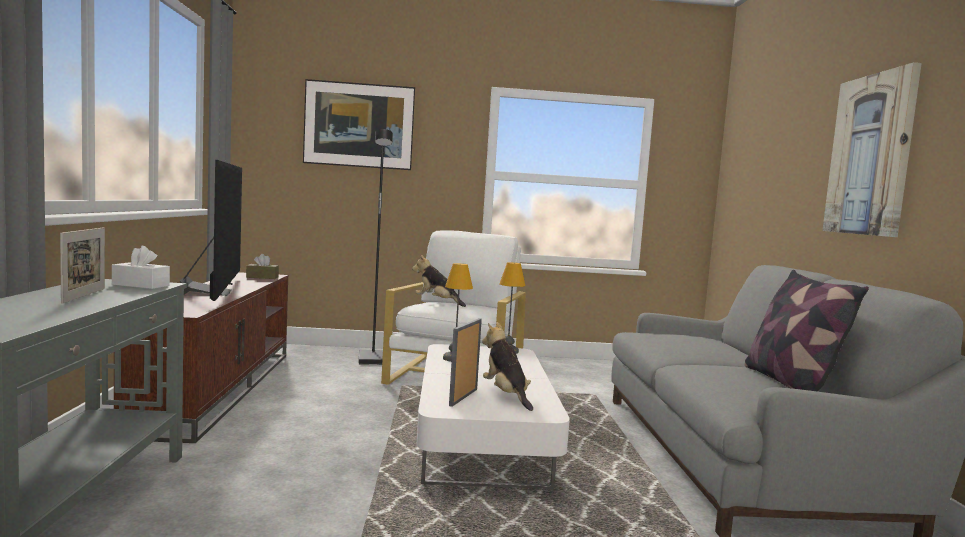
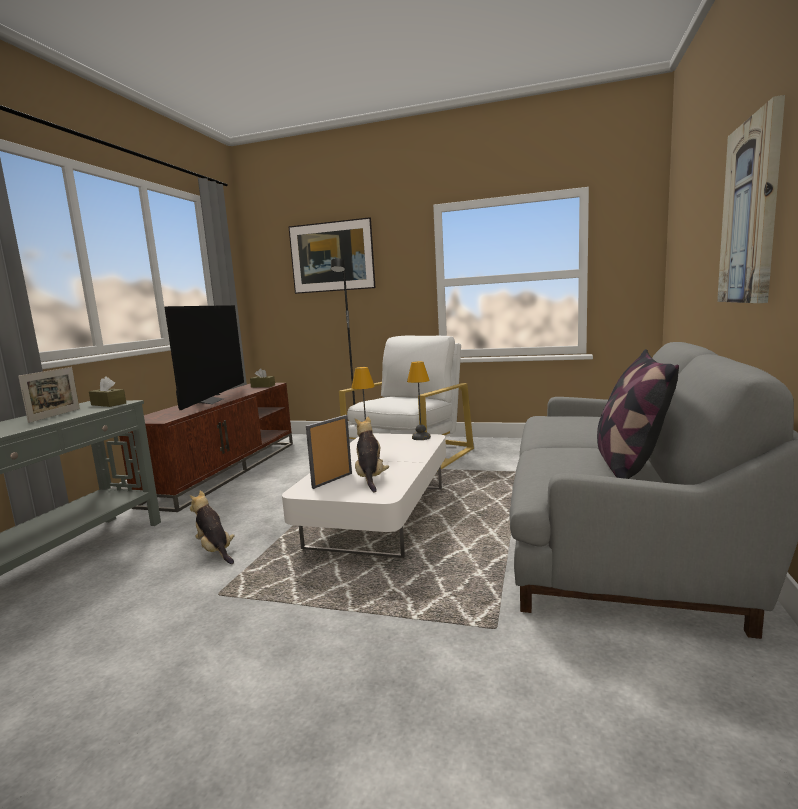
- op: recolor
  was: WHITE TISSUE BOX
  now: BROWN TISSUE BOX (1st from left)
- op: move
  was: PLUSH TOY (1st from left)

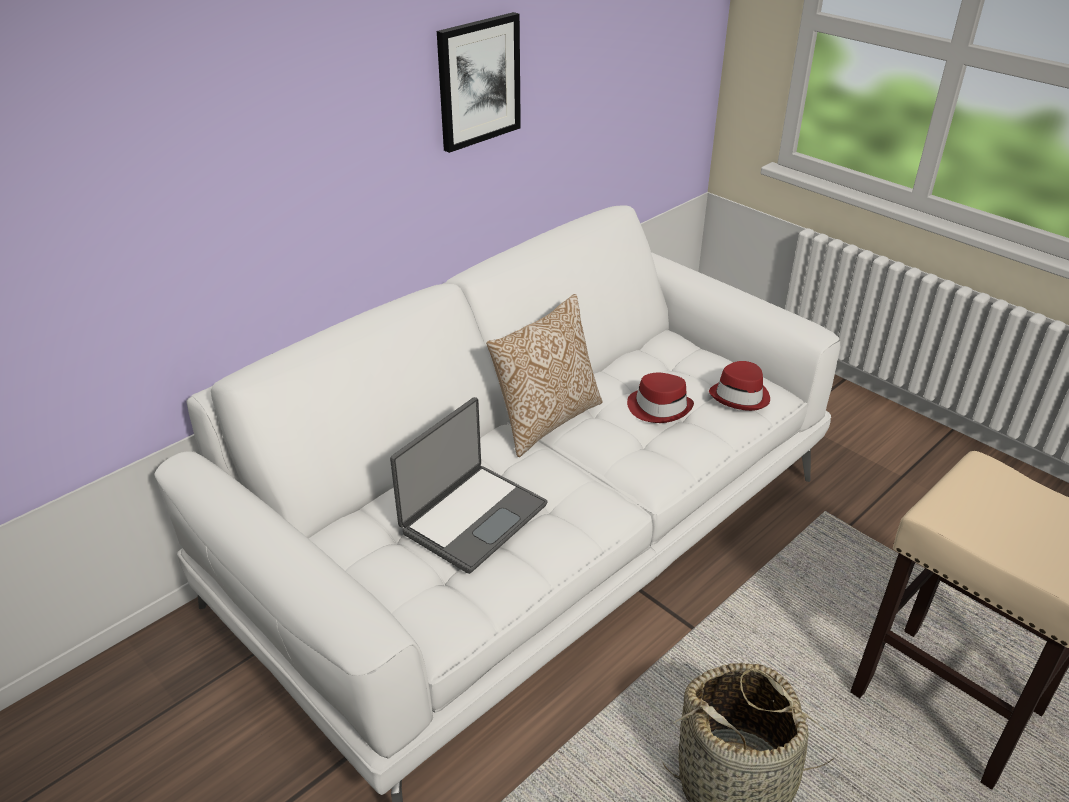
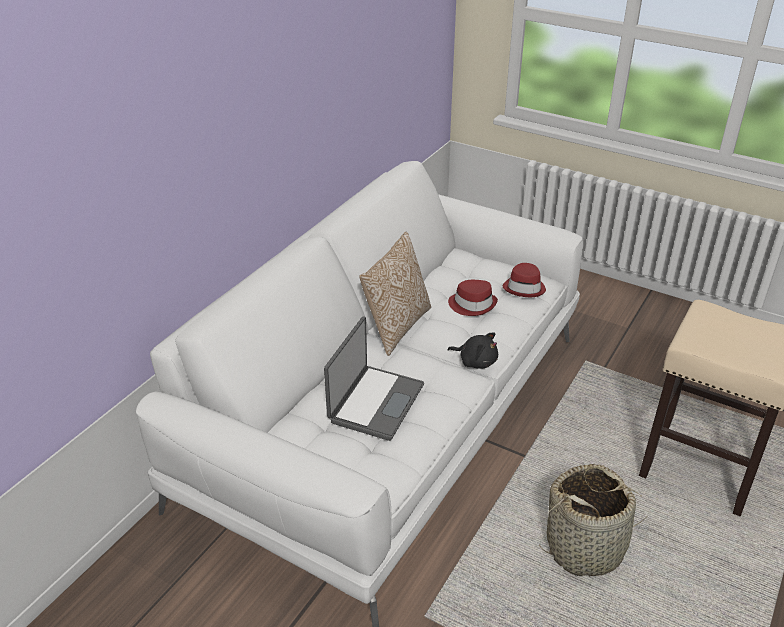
- op: delete
  was: PICTURE
- op: insert
  now: BLACK PLUSH TOY

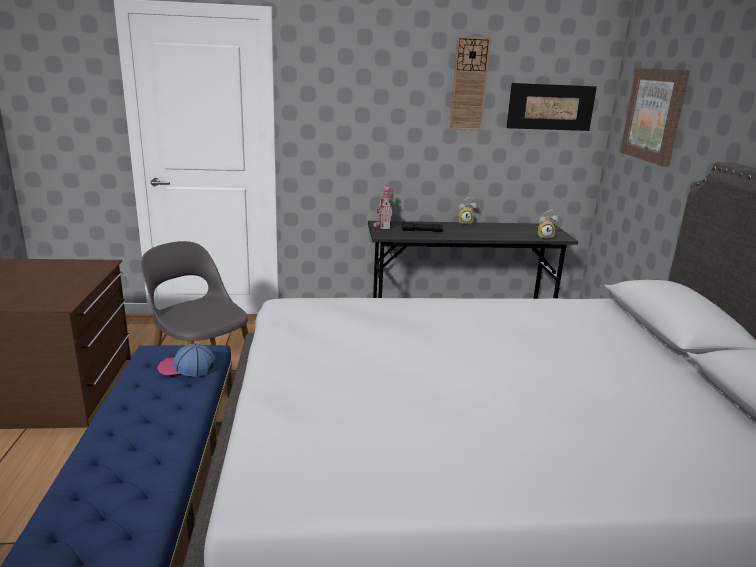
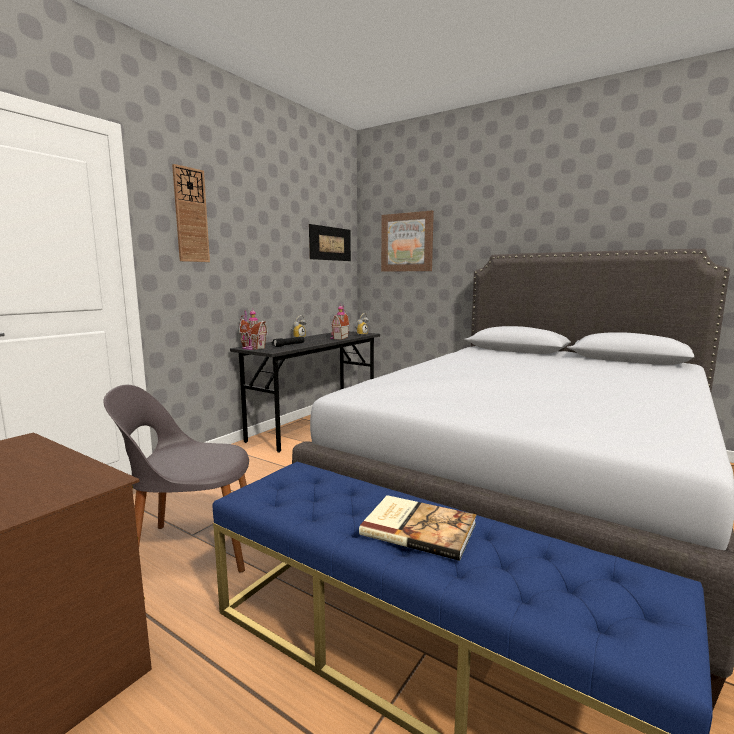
- op: delete
  was: CAP
- op: move
  was: WALL CLOCK
- op: insert
  now: TOY HOUSE (2nd from left)
- op: insert
  now: BOOK

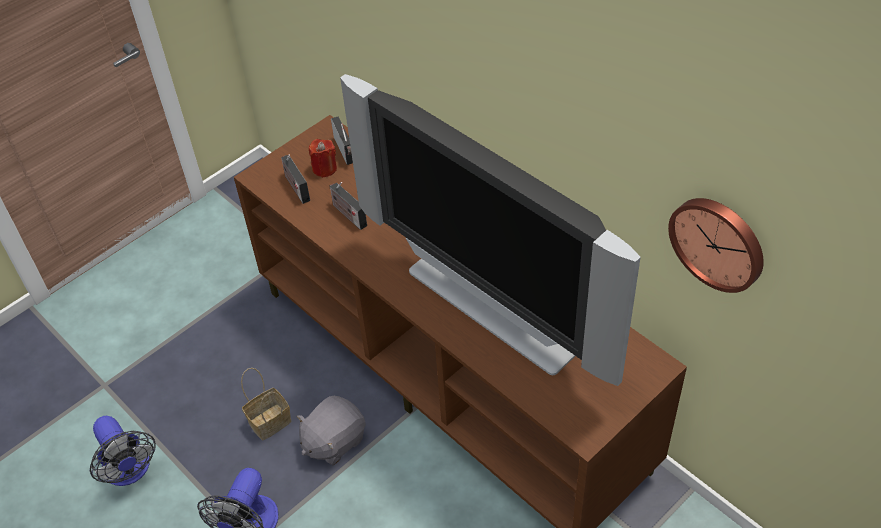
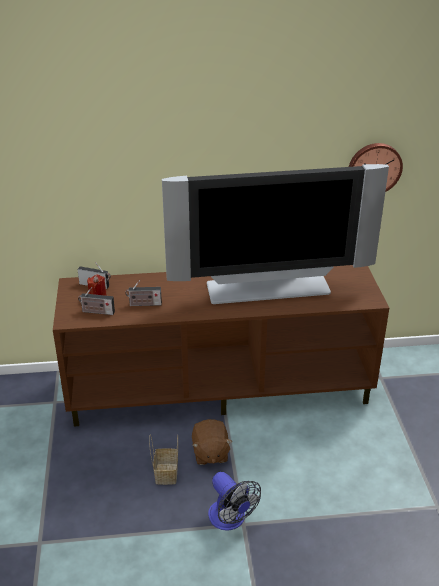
- op: delete
  was: FAN (1st from left)
- op: recolor
  was: GREY PLUSH TOY
  now: BROWN PLUSH TOY

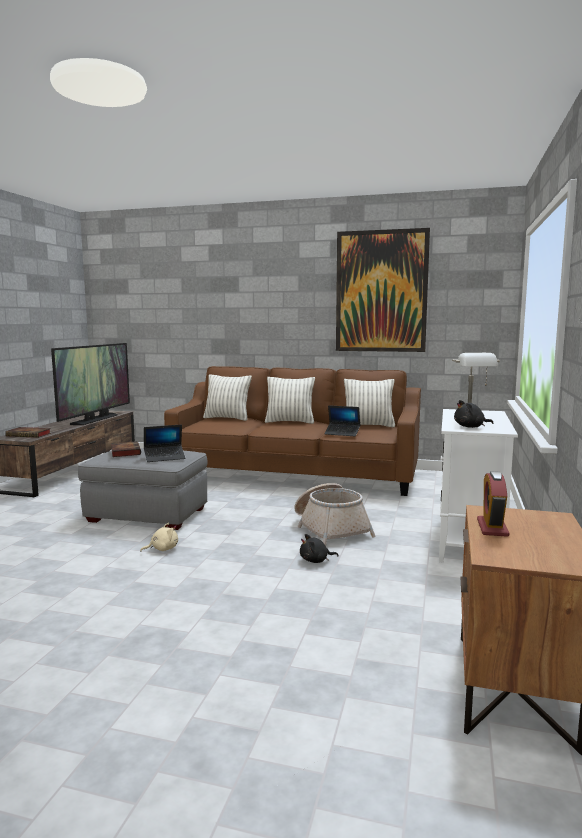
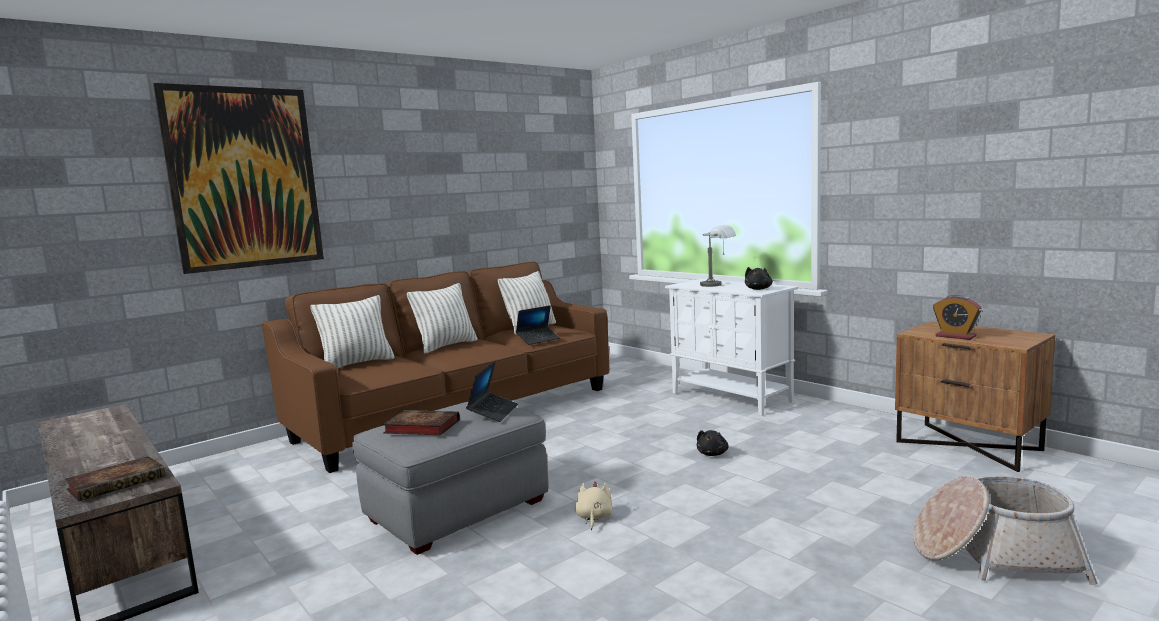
- op: delete
  was: TELEVISION
- op: move
  was: BASKET
- op: move
  was: PICTURE

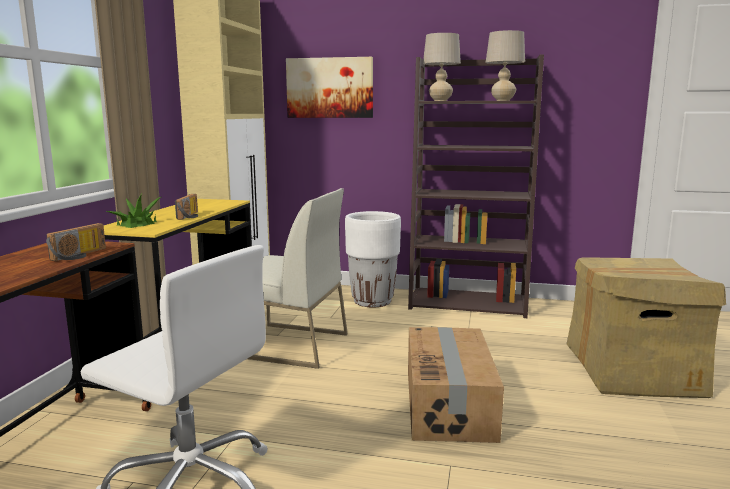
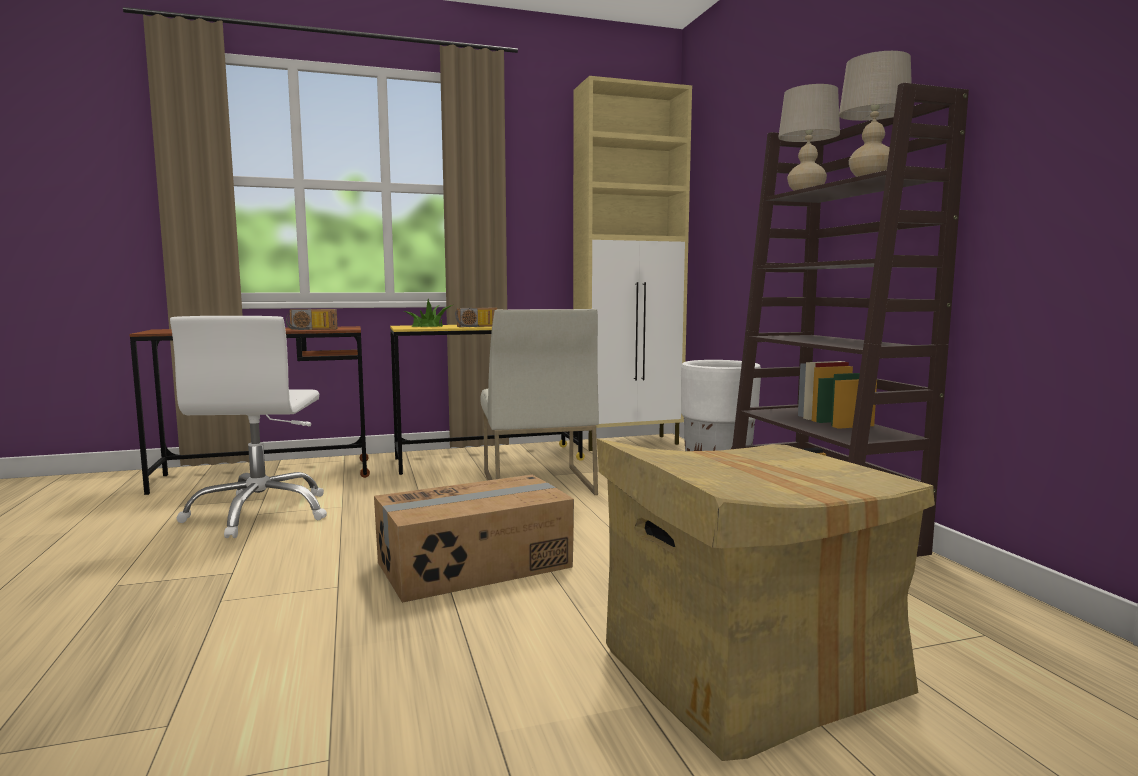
- op: delete
  was: PICTURE

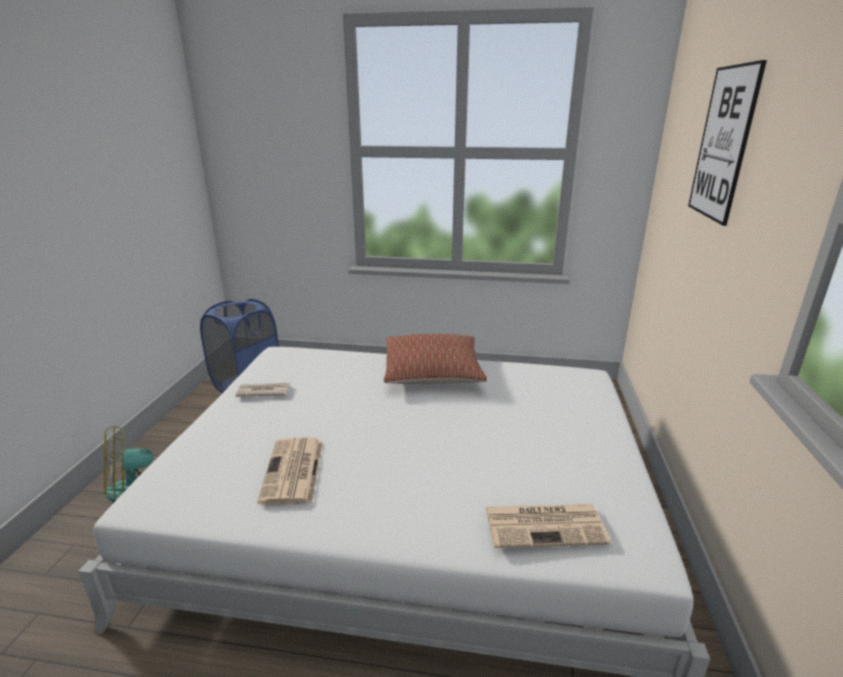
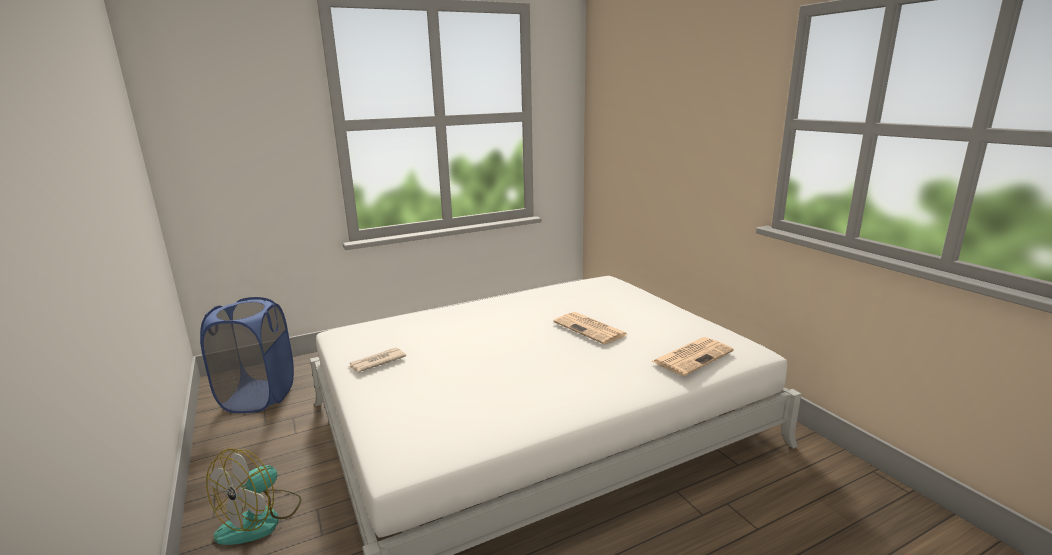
- op: move
  was: NEWSPAPER (2nd from left)
- op: delete
  was: PILLOW
- op: delete
  was: PICTURE

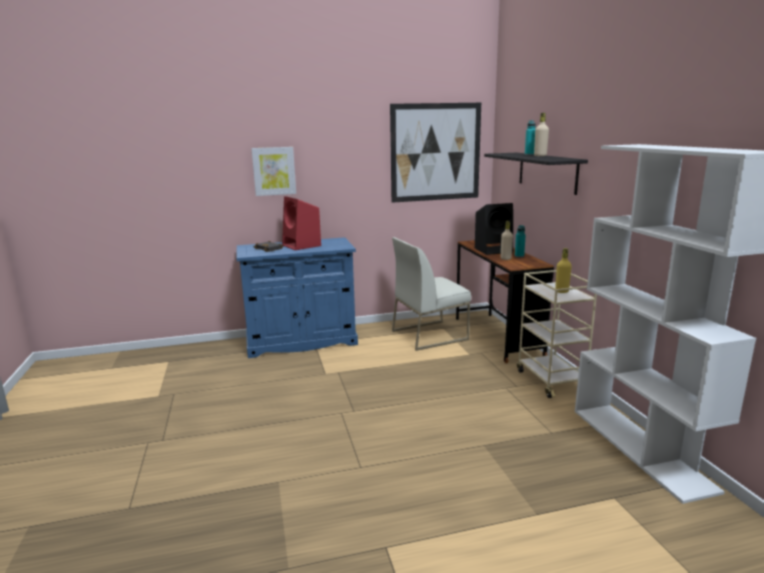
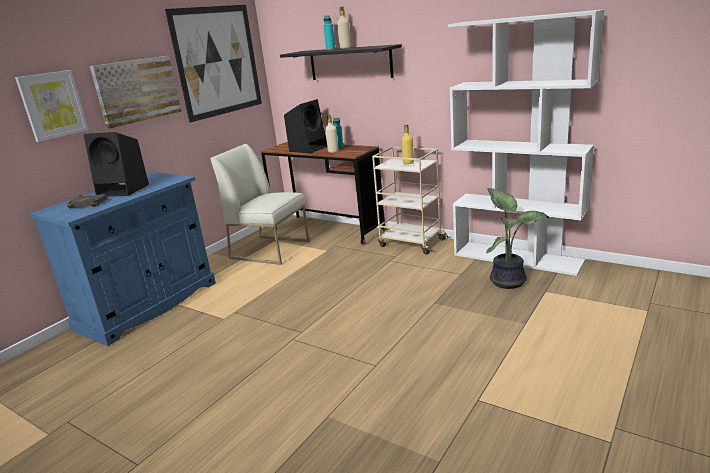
- op: recolor
  was: RED SPEAKER
  now: BLACK SPEAKER (1st from left)
- op: rotate
  was: WHITE CHAIR
  clockwise: 90
- op: insert
  now: PICTURE (2nd from left)
- op: insert
  now: POTTED PLANT

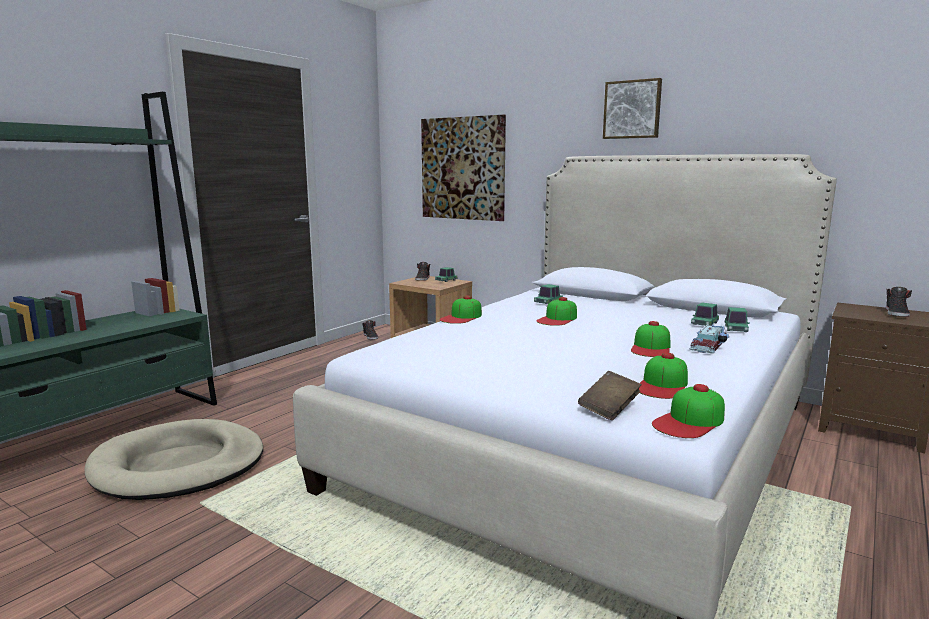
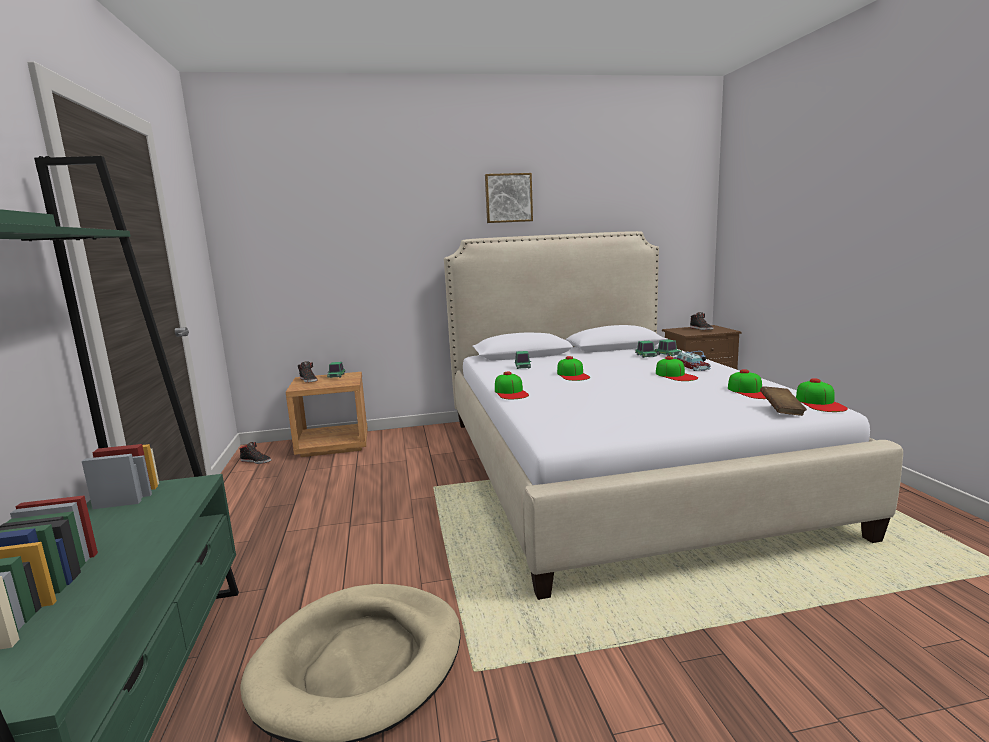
- op: delete
  was: PICTURE (1st from left)

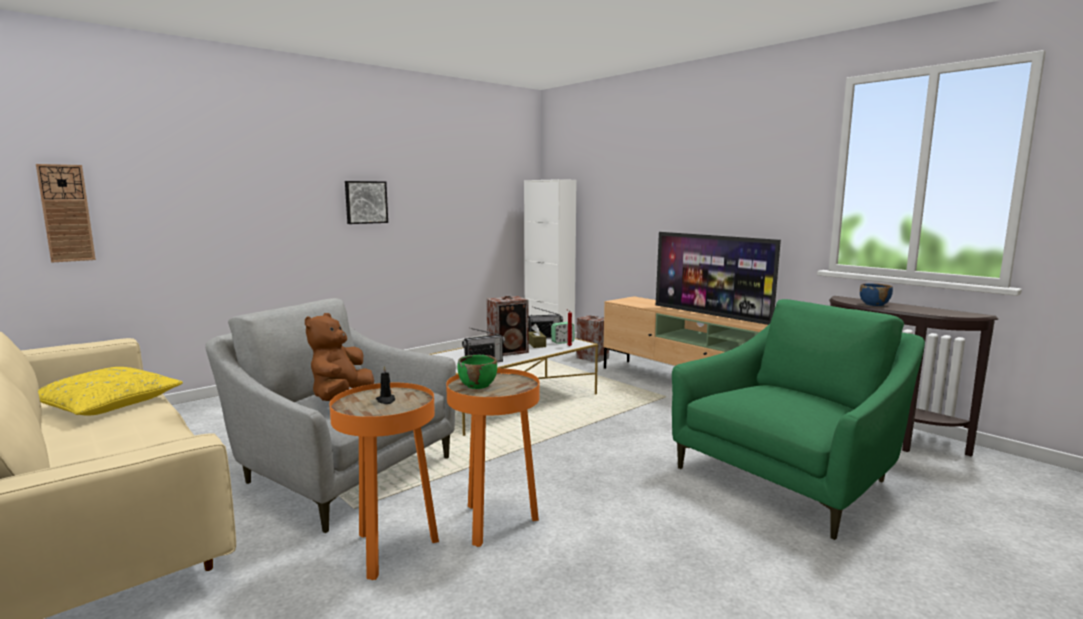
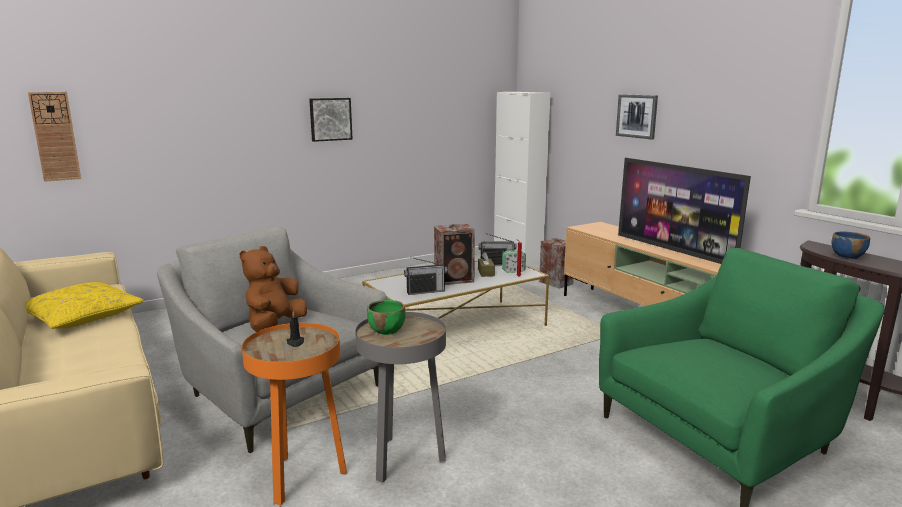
- op: recolor
  was: ORANGE SIDE TABLE (2nd from left)
  now: GREY SIDE TABLE
- op: insert
  now: PICTURE (2nd from left)

